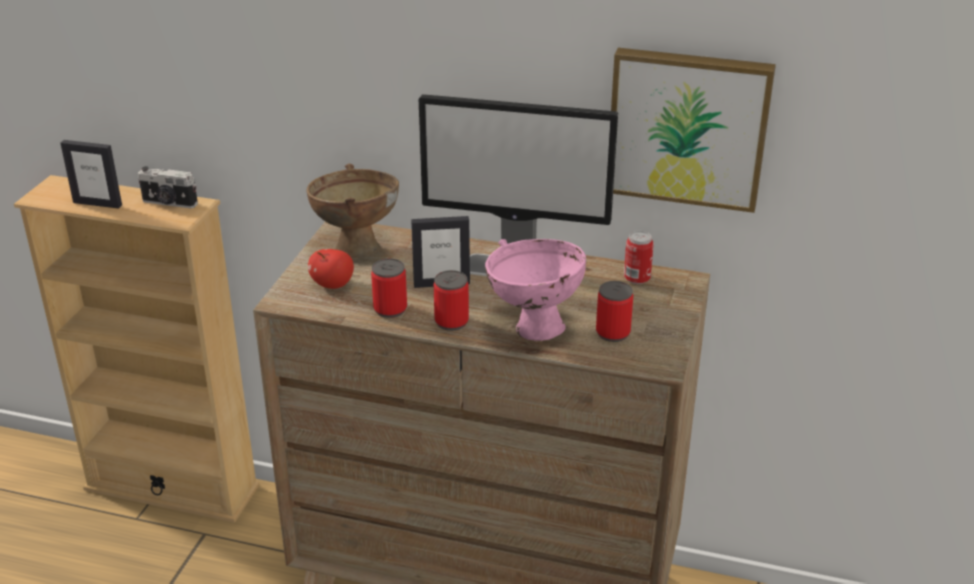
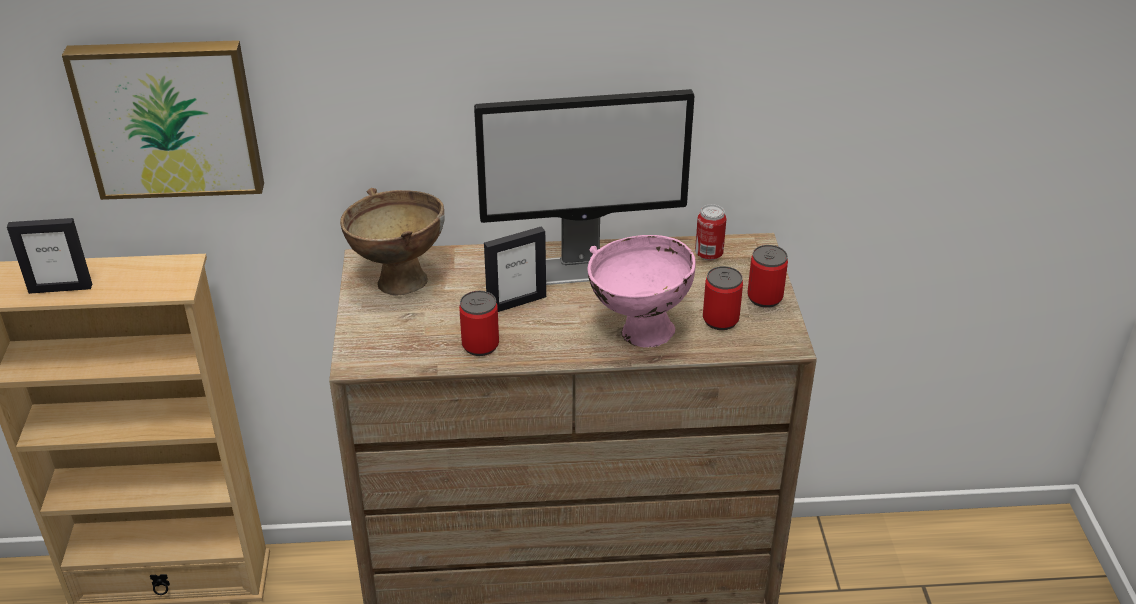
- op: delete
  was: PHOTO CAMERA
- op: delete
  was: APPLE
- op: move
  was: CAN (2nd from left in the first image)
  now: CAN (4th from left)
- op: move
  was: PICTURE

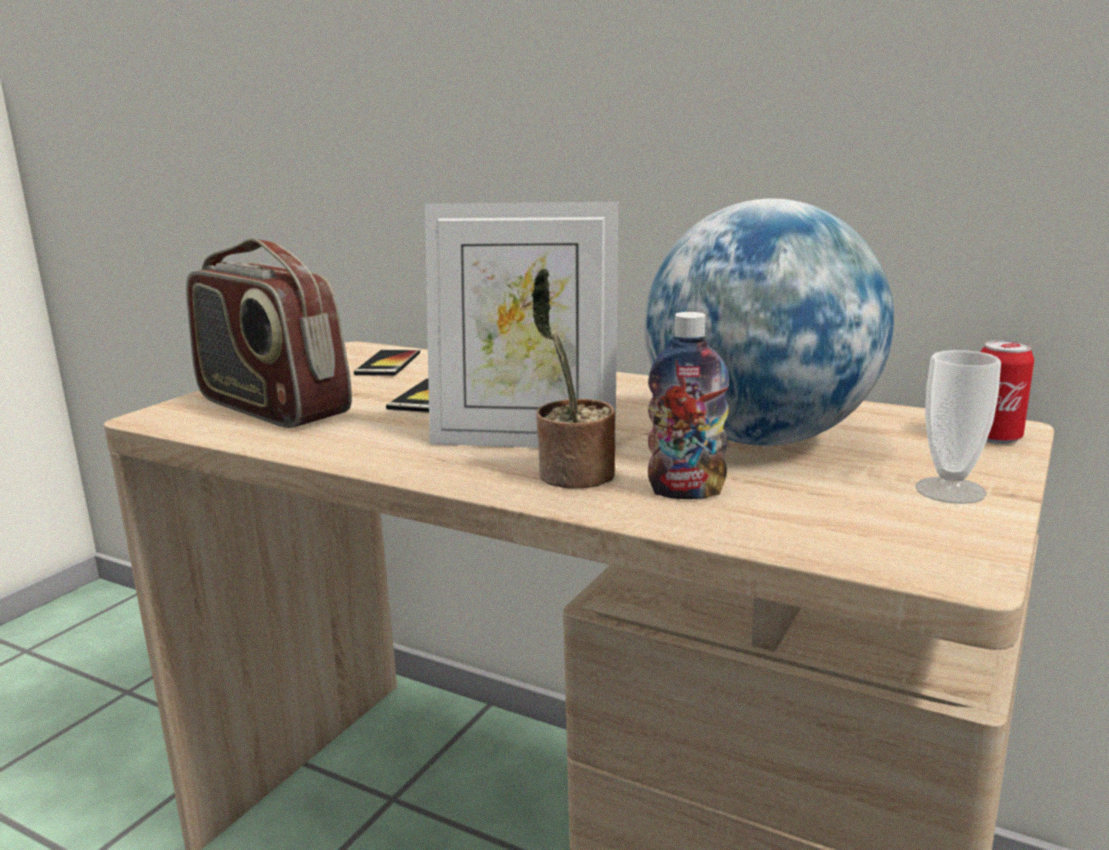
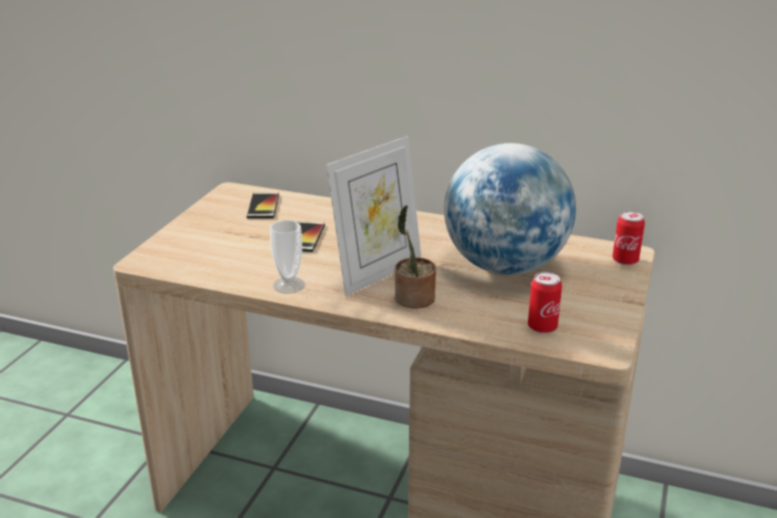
- op: delete
  was: RADIO
- op: rotate
  was: PICTURE FRAME
  clockwise: -45
- op: delete
  was: BOTTLE
- op: move
  was: CUP
- op: insert
  now: CAN (1st from left)

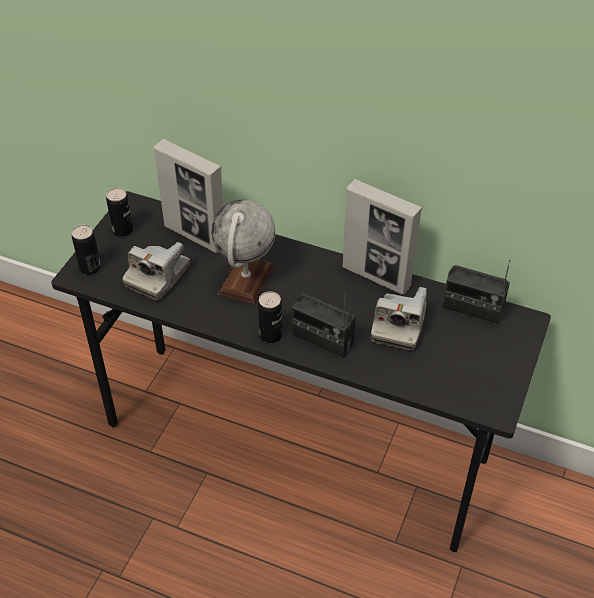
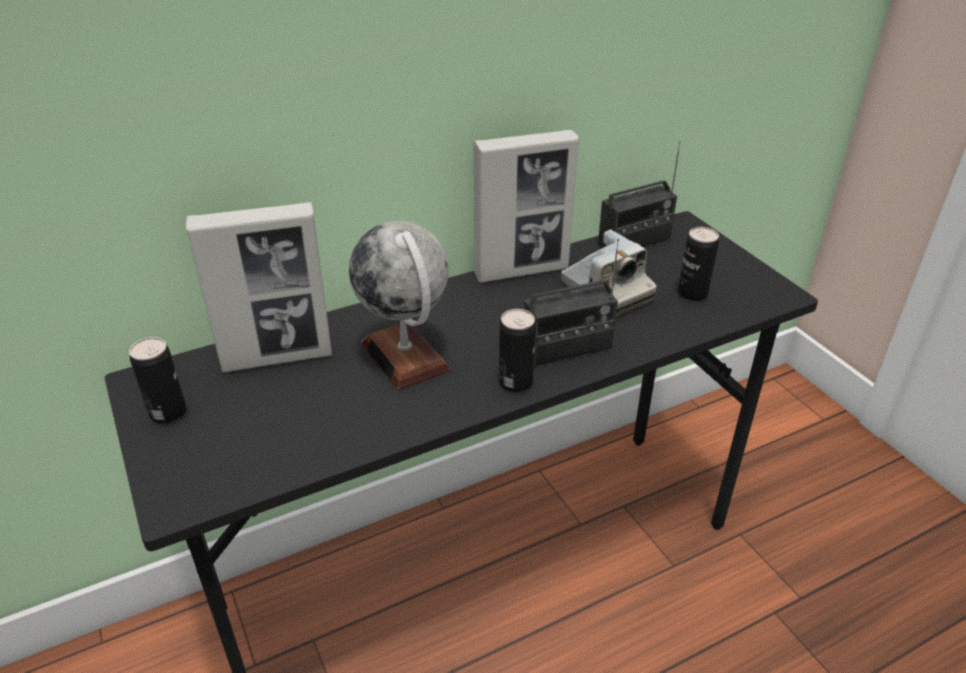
- op: move
  was: CAN (1st from left in the first image)
  now: CAN (3rd from left)
- op: delete
  was: PHOTO CAMERA (1st from left)

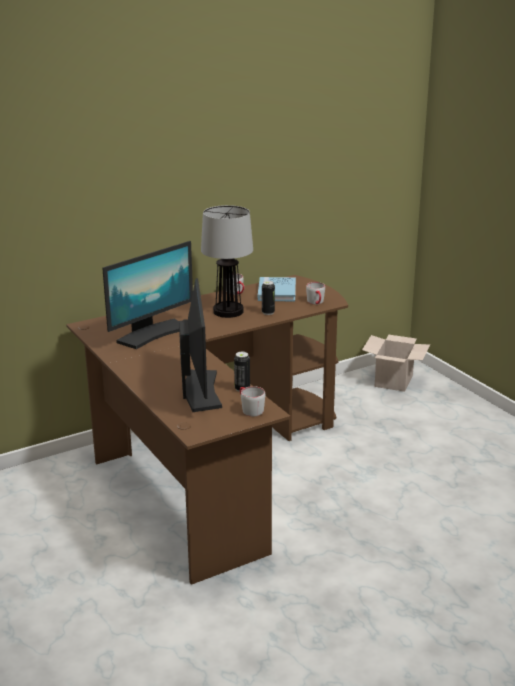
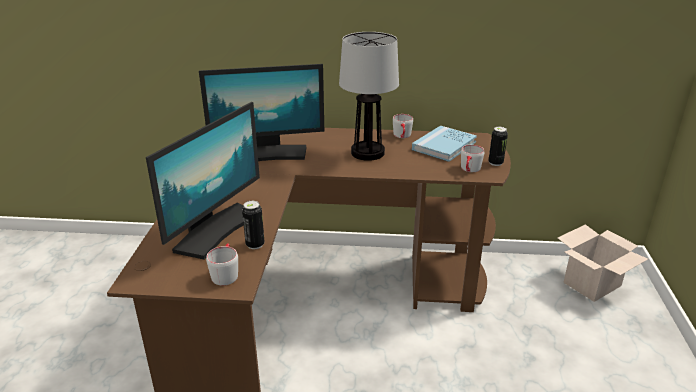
- op: move
  was: CAN (2nd from left)

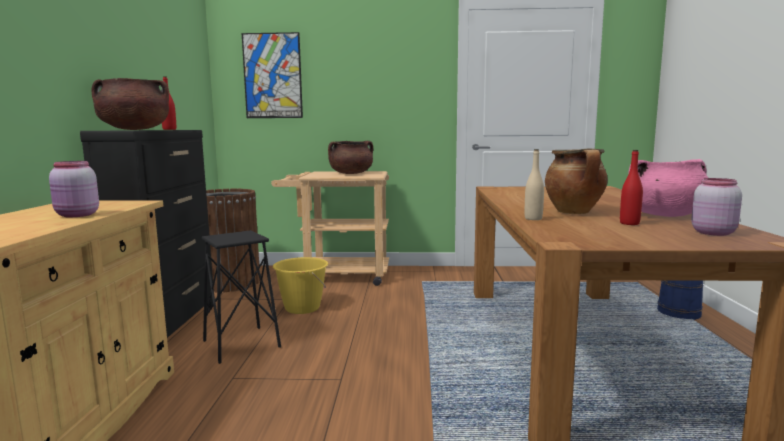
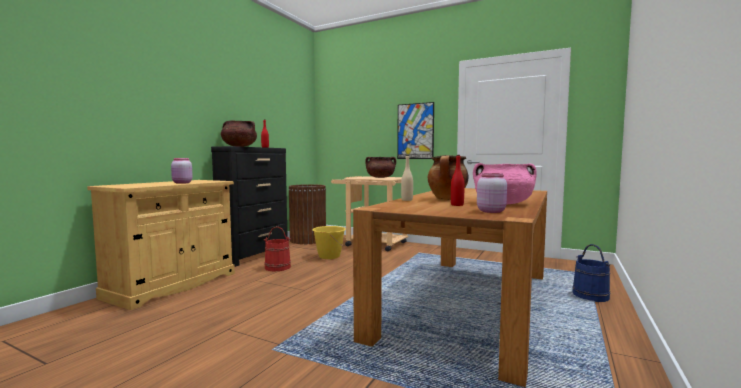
- op: replace
  was: BLACK STOOL
  now: RED BUCKET
- op: move
  was: PICTURE

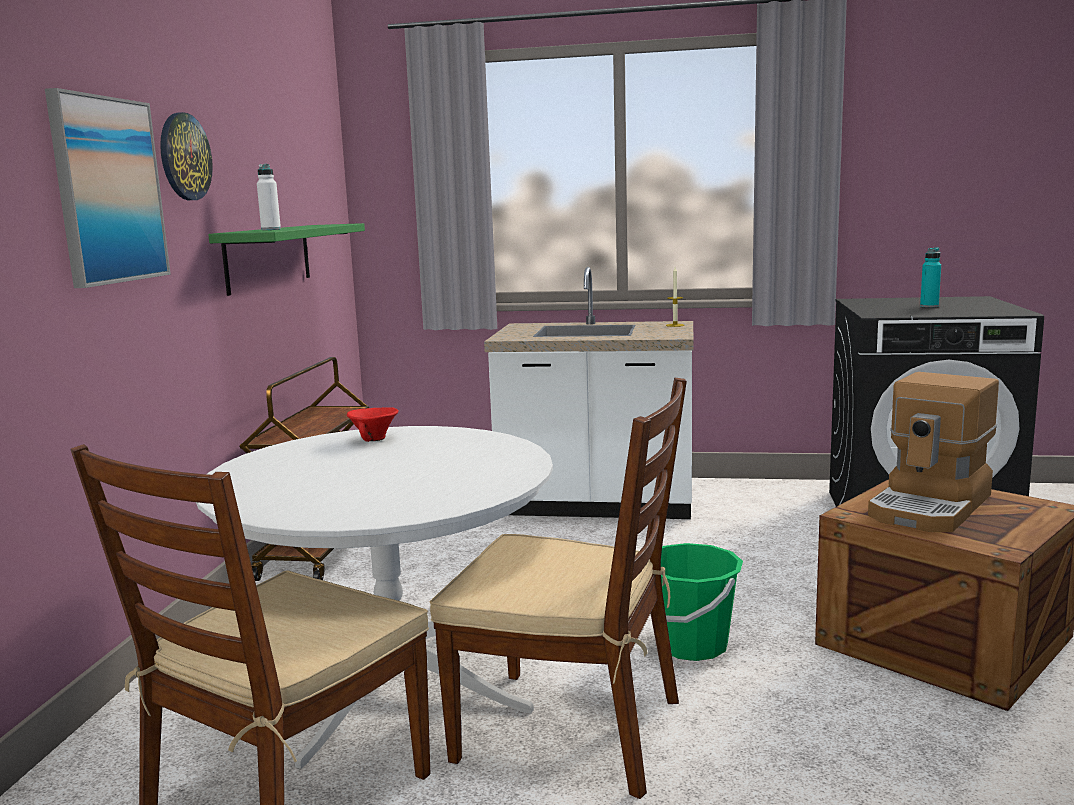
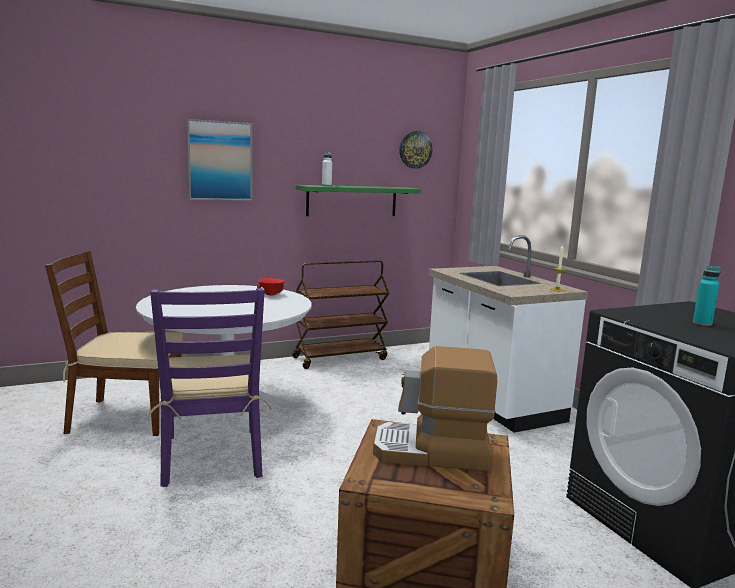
- op: move
  was: WALL CLOCK
- op: recolor
  was: BROWN CHAIR (2nd from left)
  now: PURPLE CHAIR
- op: delete
  was: GREEN BUCKET

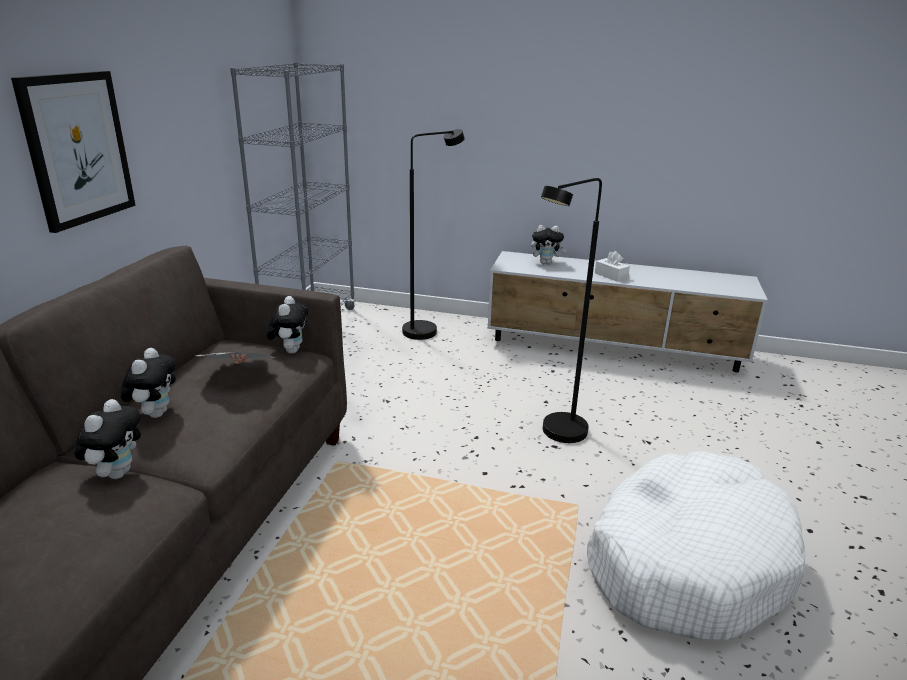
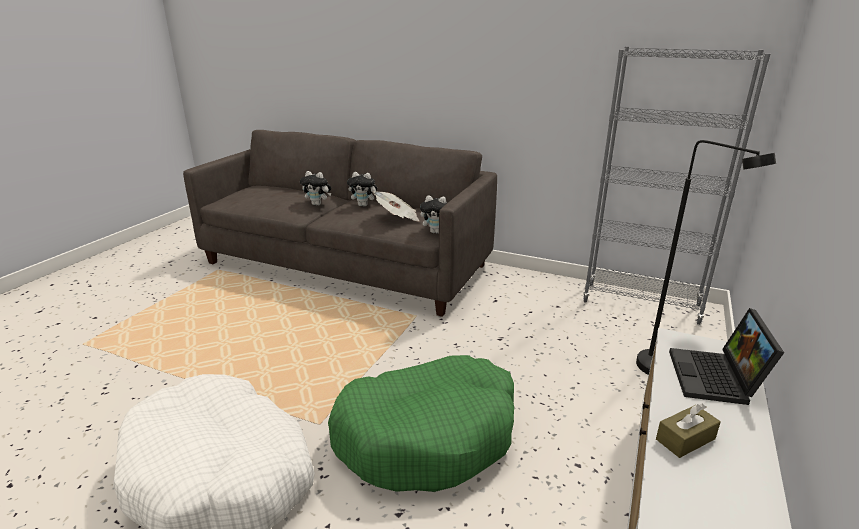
- op: delete
  was: PICTURE
- op: replace
  was: PLUSH TOY (4th from left)
  now: LAPTOP
- op: replace
  was: BLACK FLOOR LAMP (2nd from left)
  now: GREEN DOG BED
- op: recolor
  was: WHITE TISSUE BOX
  now: BROWN TISSUE BOX

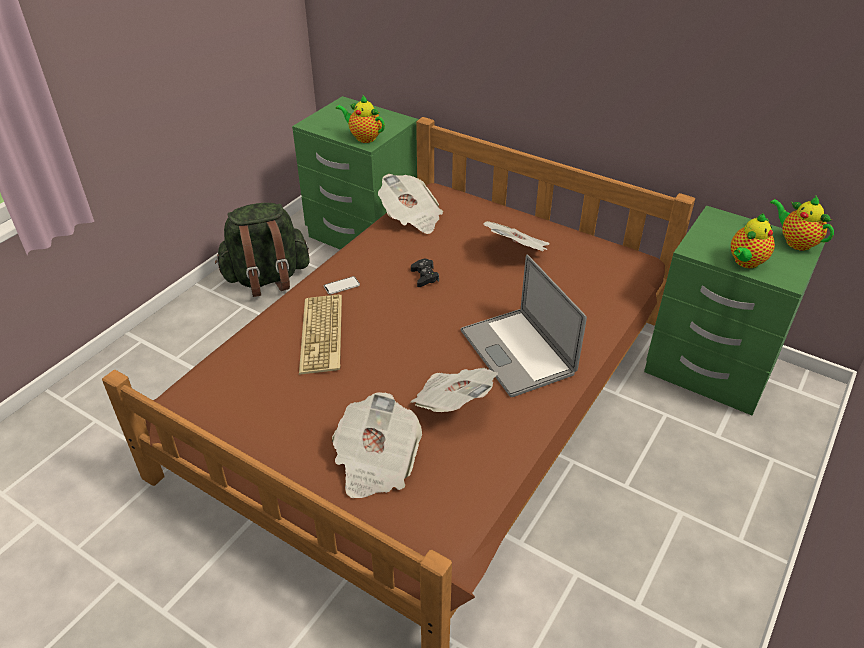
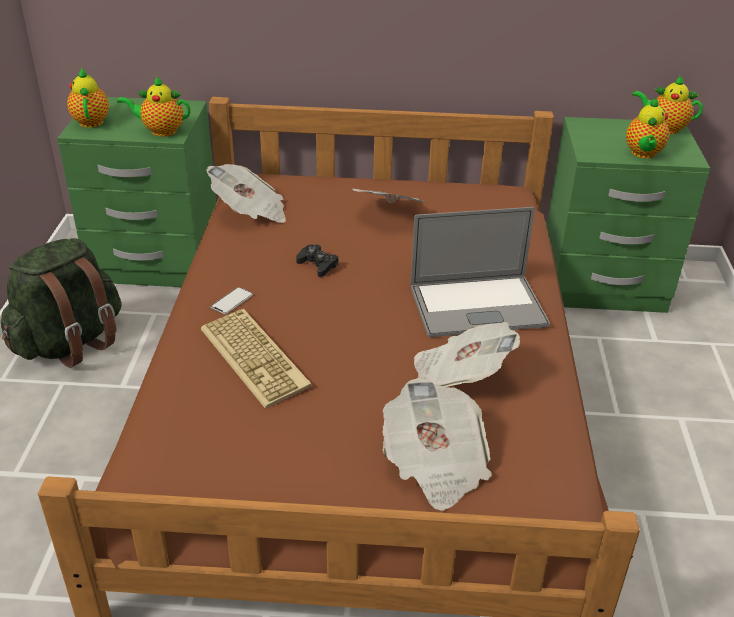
- op: rotate
  was: LAPTOP
  clockwise: -45
- op: insert
  now: TEAPOT (1st from left)

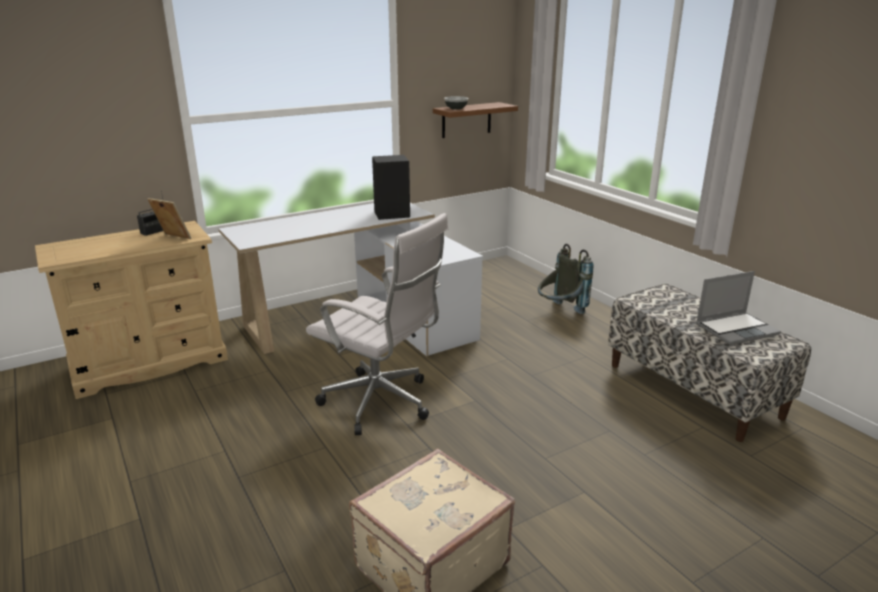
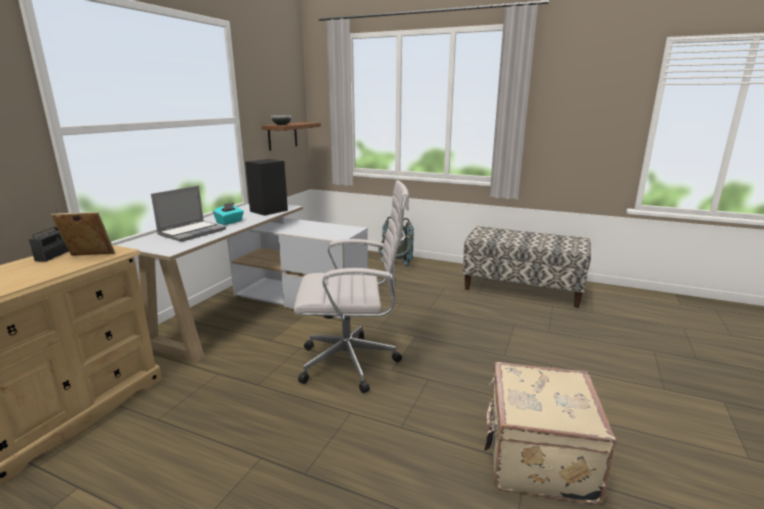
- op: move
  was: LAPTOP
- op: insert
  now: TURQUOISE TISSUE BOX

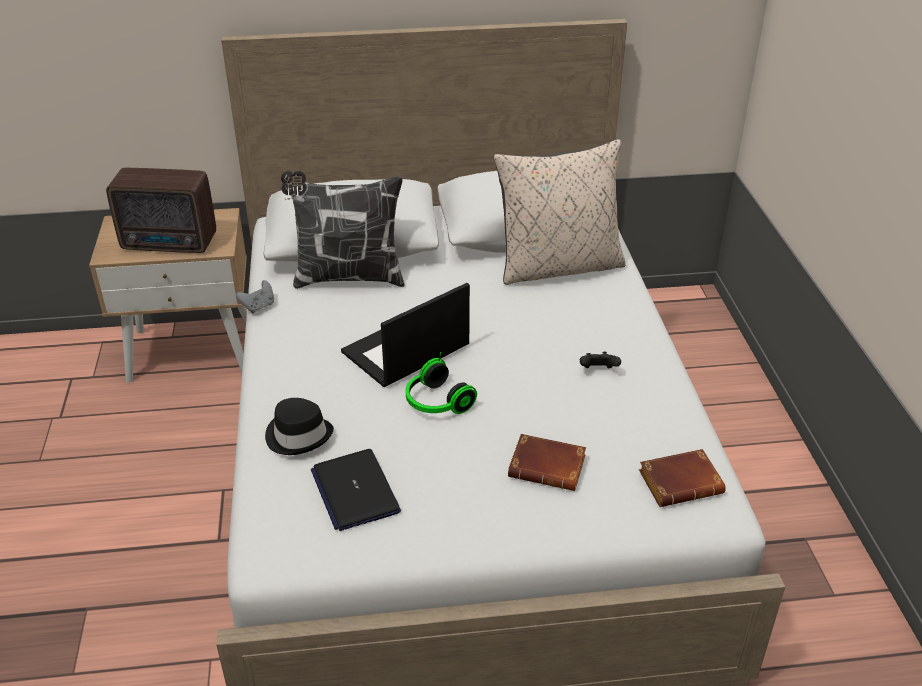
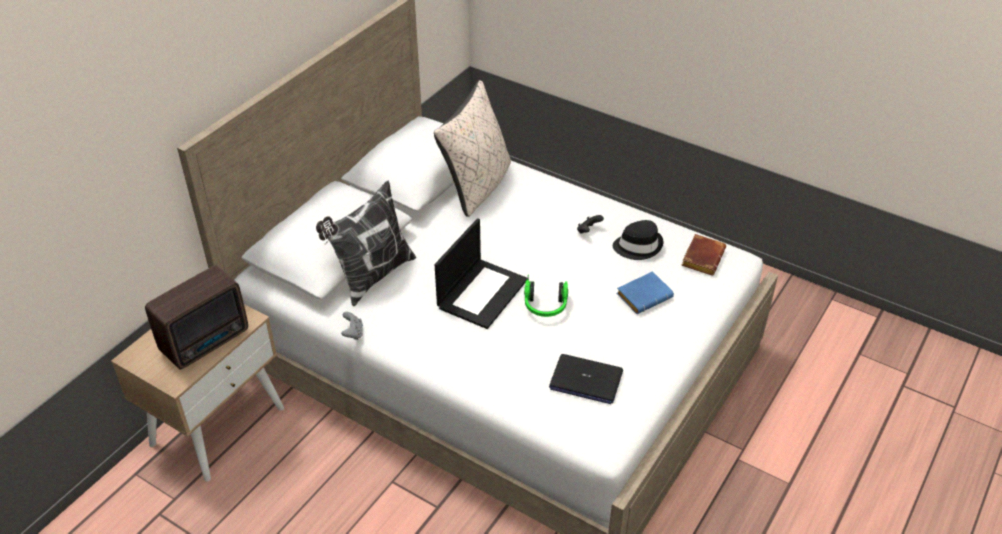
- op: move
  was: BLACK HAT
- op: rotate
  was: LAPTOP (2nd from left in the first image)
  clockwise: -150
- op: recolor
  was: BROWN BOOK (1st from left)
  now: BLUE BOOK

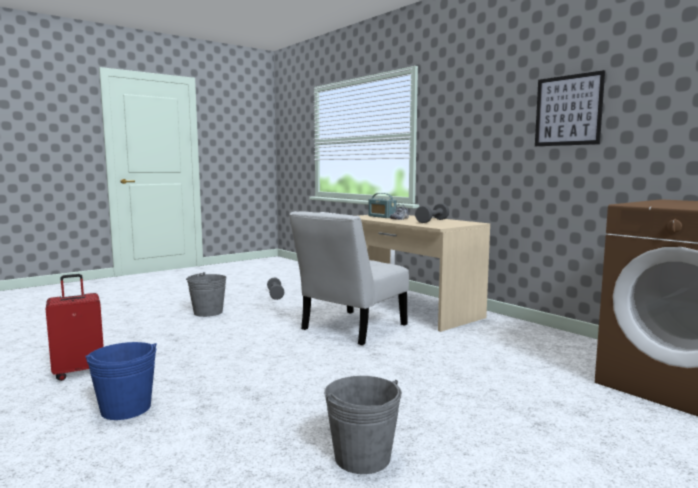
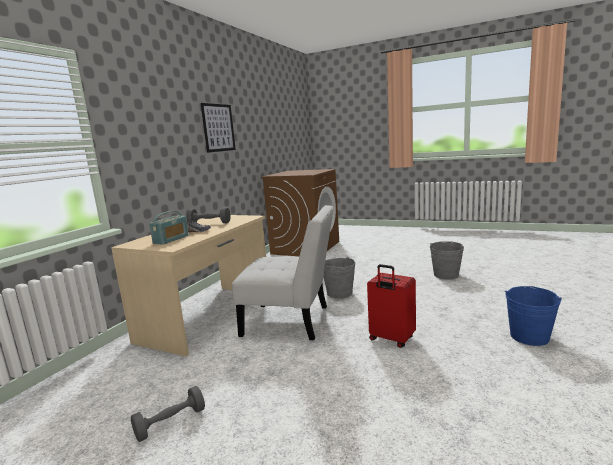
- op: move
  was: RED SUITCASE
- op: move
  was: GREY BUCKET (1st from left)

